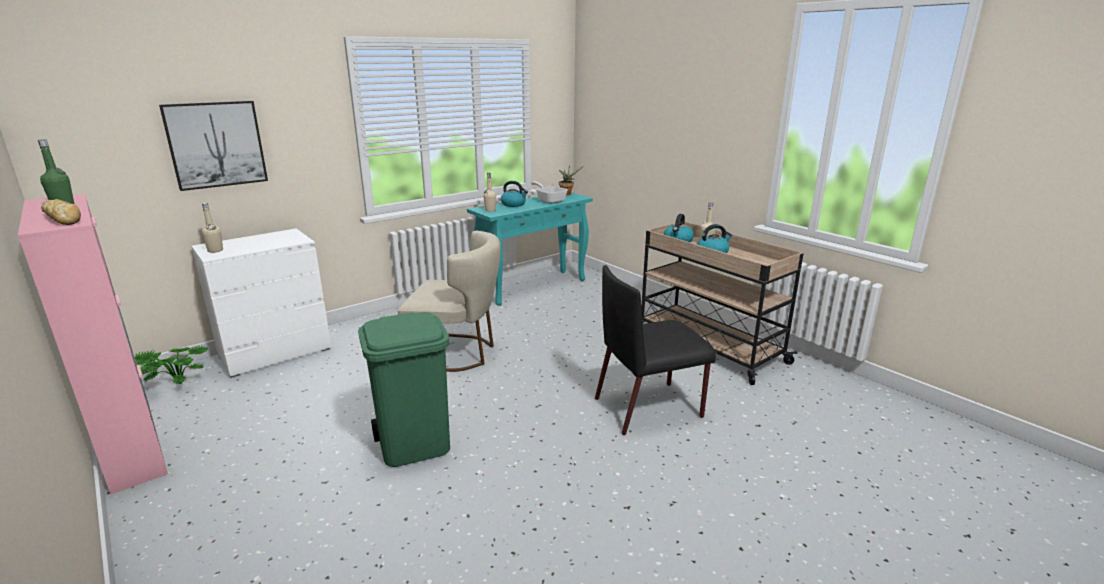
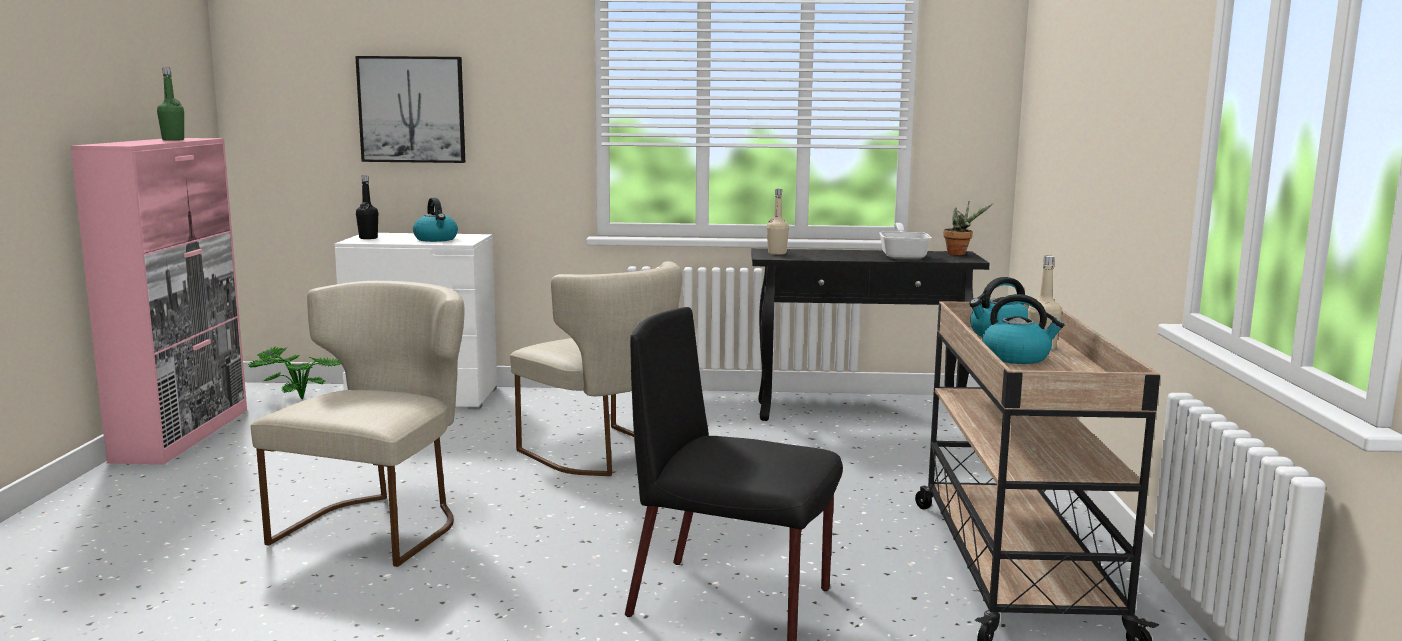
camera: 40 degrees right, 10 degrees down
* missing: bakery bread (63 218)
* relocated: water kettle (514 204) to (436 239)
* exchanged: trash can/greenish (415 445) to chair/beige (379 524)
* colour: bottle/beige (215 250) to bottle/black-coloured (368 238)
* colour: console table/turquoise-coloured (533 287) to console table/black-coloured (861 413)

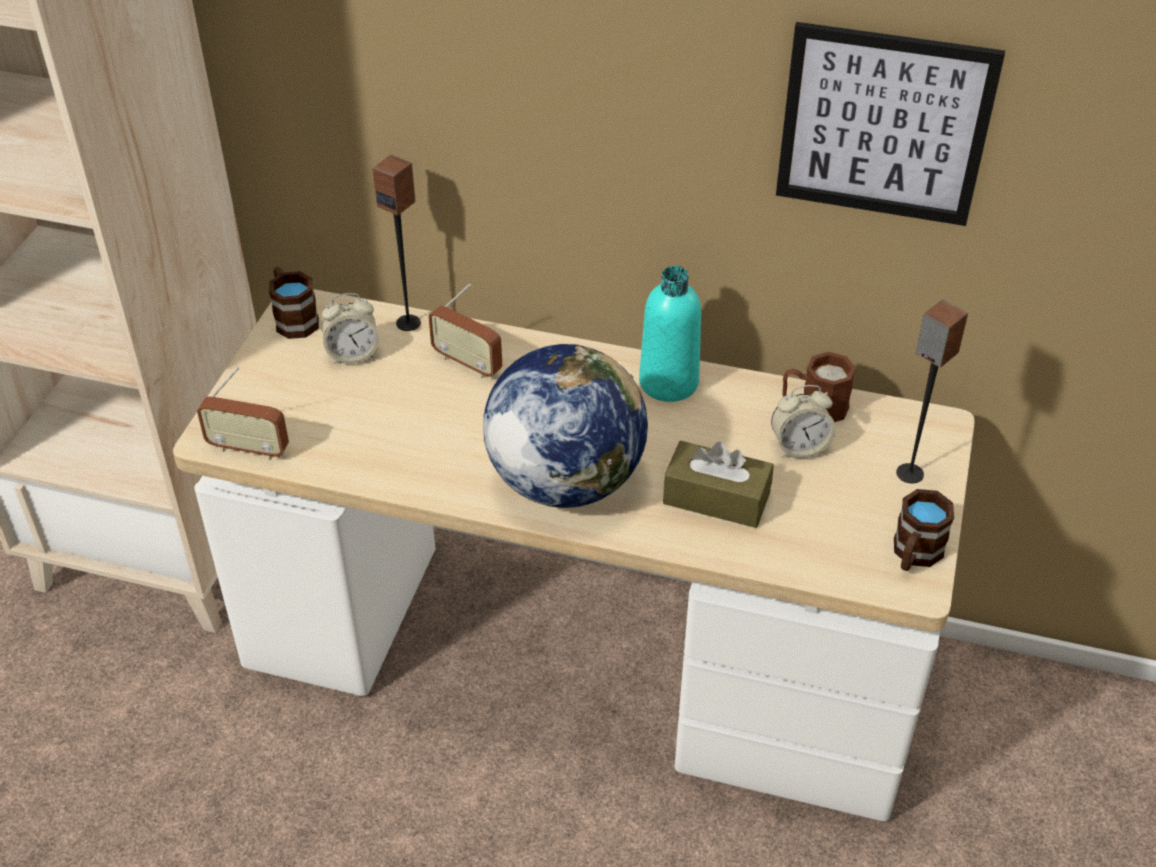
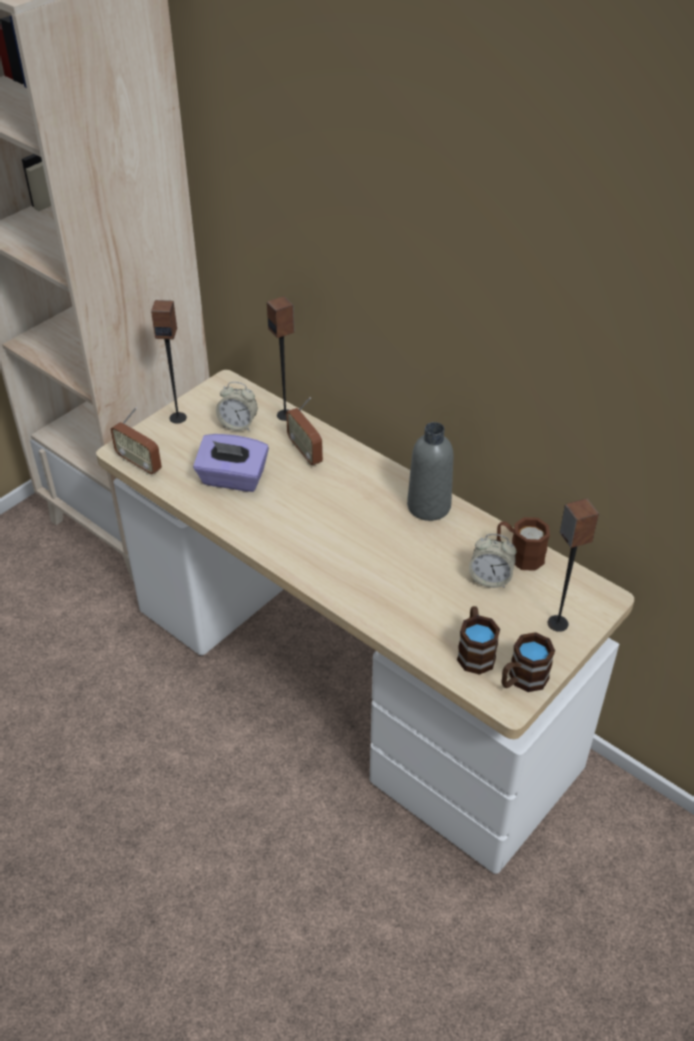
camera: 25 degrees right, 0 degrees up
* missing: globe (565 481)
* missing: tissue box/brownish (716 498)
* missing: wall picture (884 125)
* appeared: loudspeaker (178 417)
* appeared: tissue box/purple (232 479)
* relocated: mug/brownish (293 318) to (475 651)
* colour: bottle/turquoise-coloured (668 382) to bottle/gray (429 506)

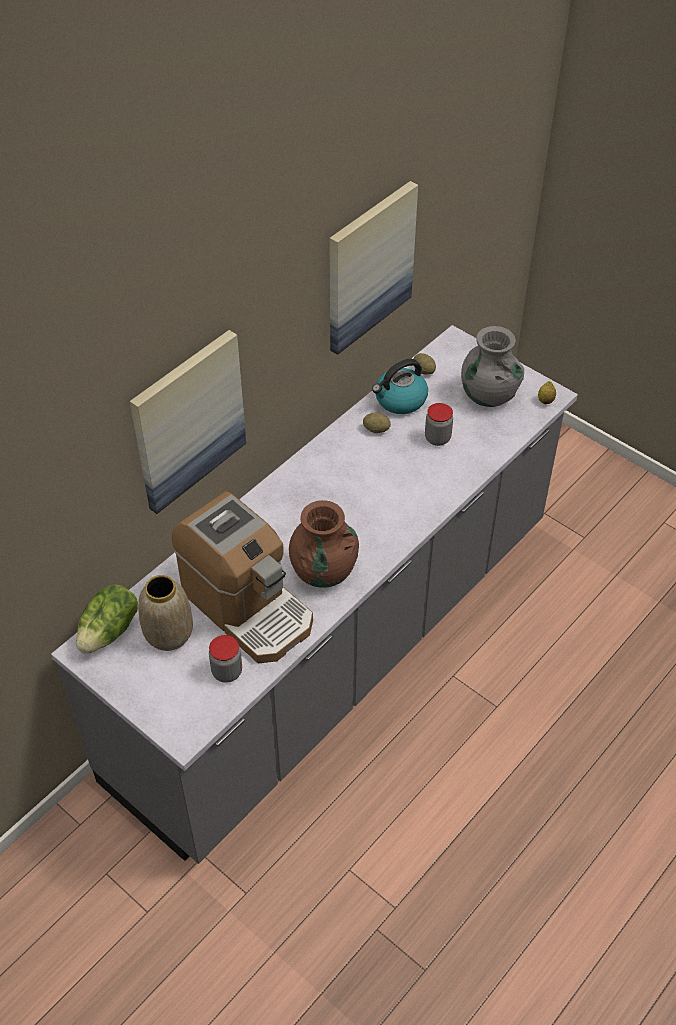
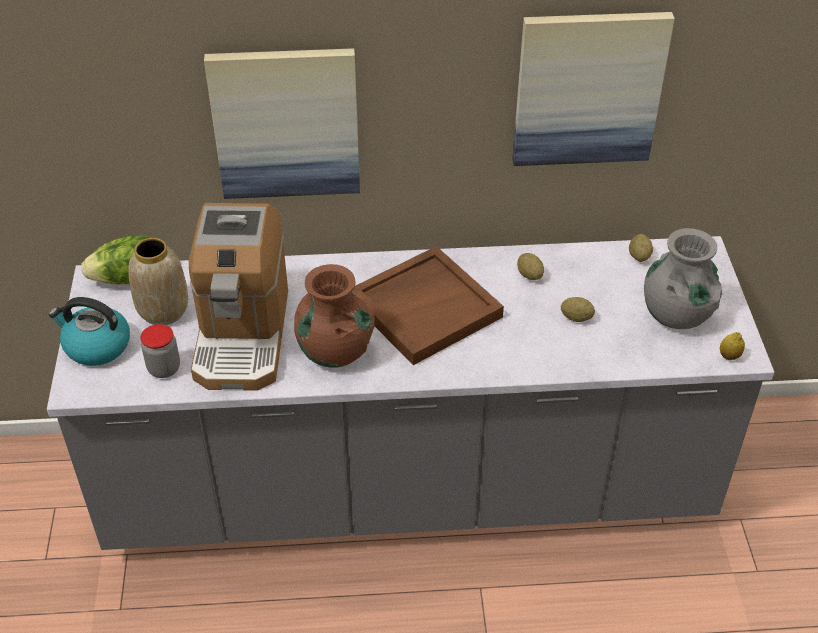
camera: 45 degrees right, 5 degrees down
* appeared: tray/brownish (425 307)
* relocated: water kettle (400 400) to (96 346)
* exchanged: preserve jar (437 438) to spud (576 318)

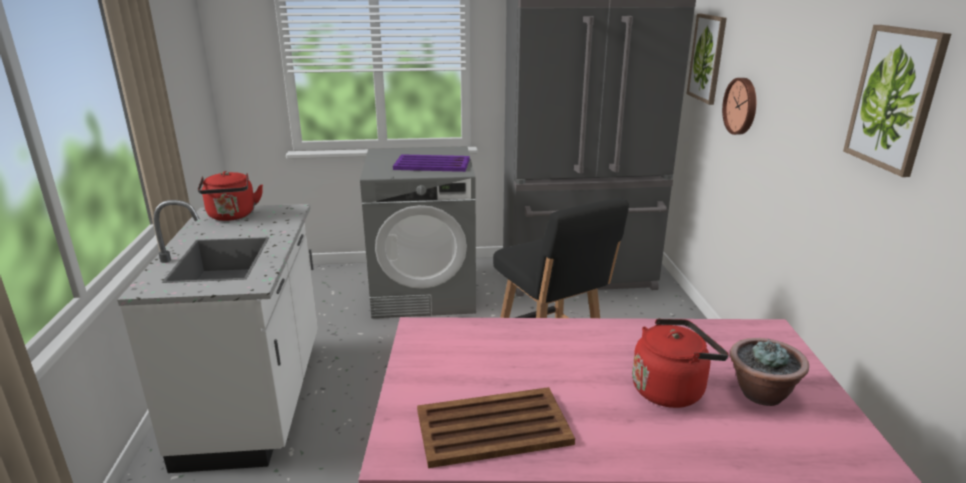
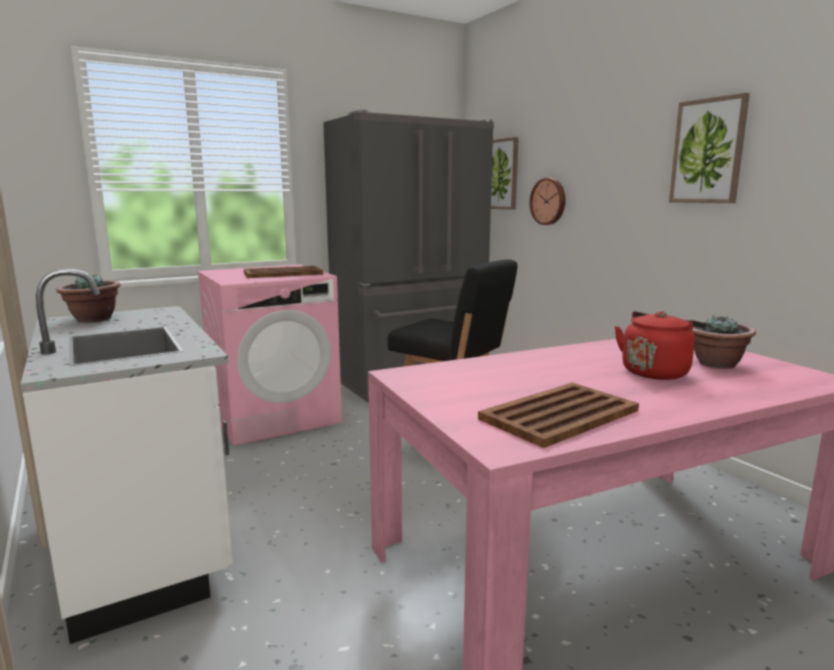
camera: 25 degrees left, 10 degrees down
* exchanged: water kettle/reddish (232 216) to potted plant (93 319)
* colour: laundry appliance/gray (424 292) to laundry appliance/pinkish (275 416)
* colour: tray/purple (431 164) to tray/brownish (282 273)

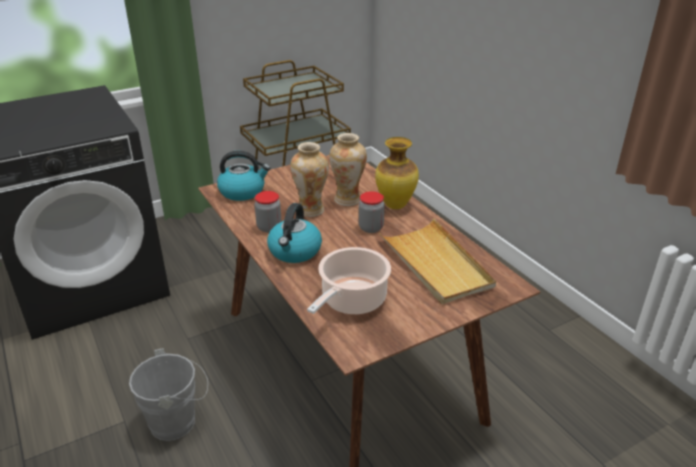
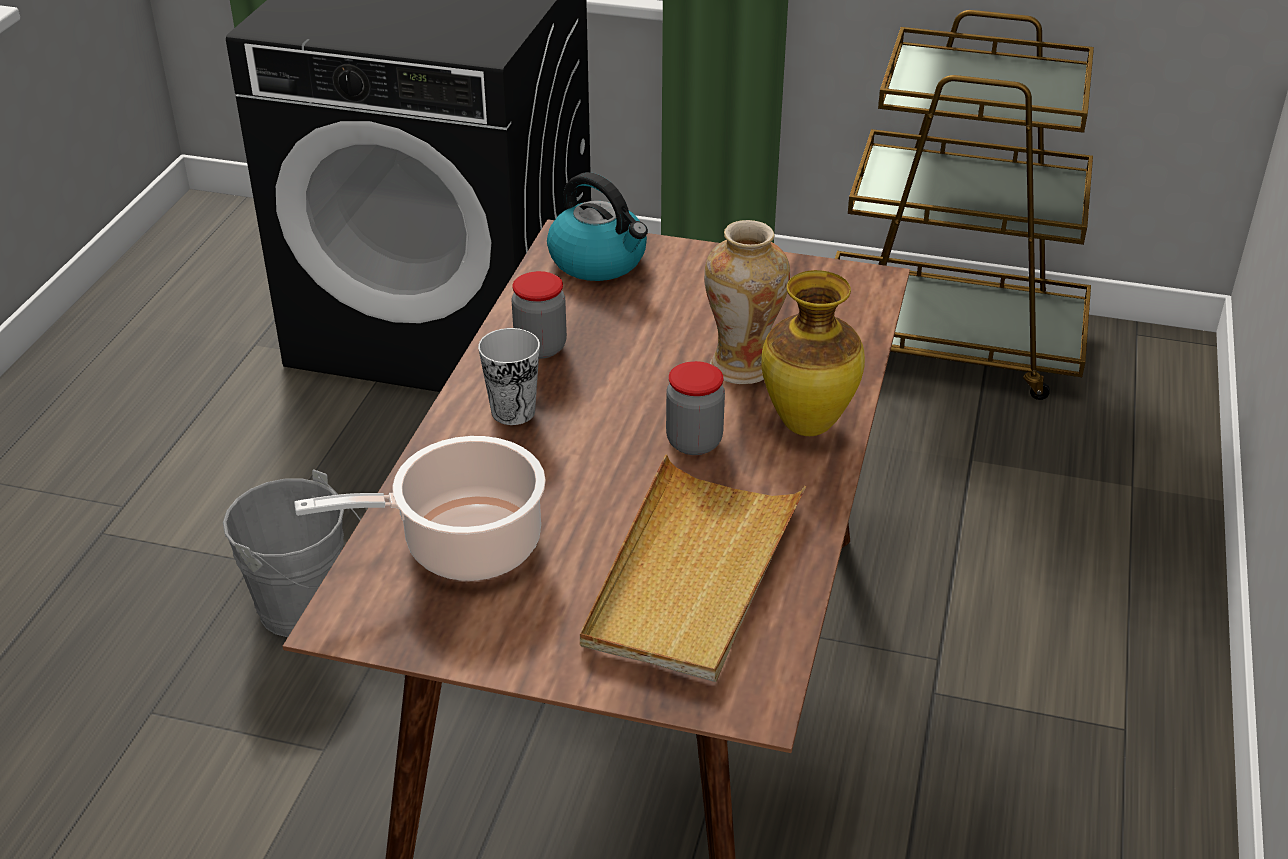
camera: 45 degrees right, 5 degrees up
* missing: flower vase (310 210)
* exchanged: water kettle (295 251) to cup (513 411)

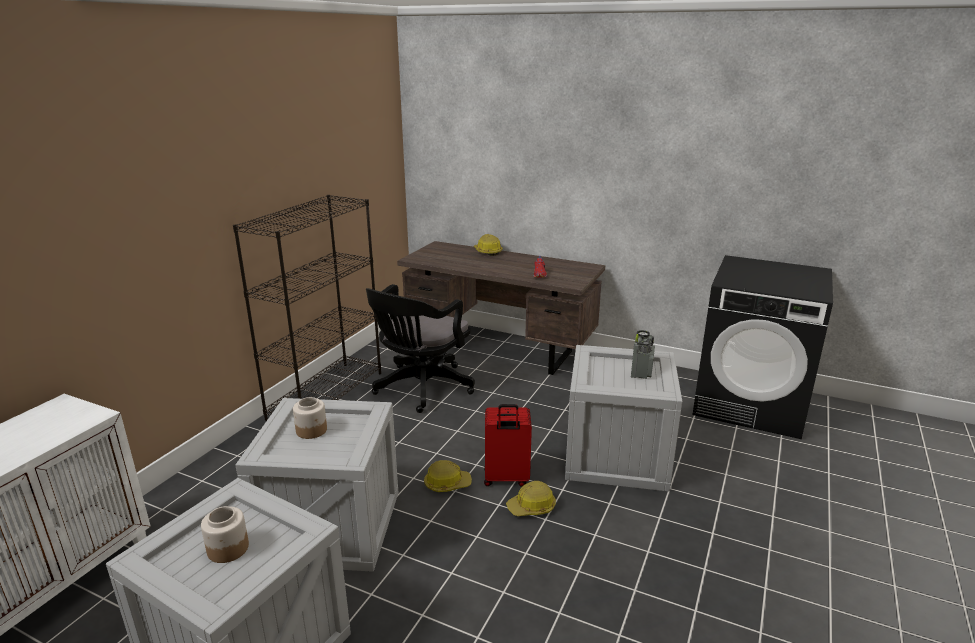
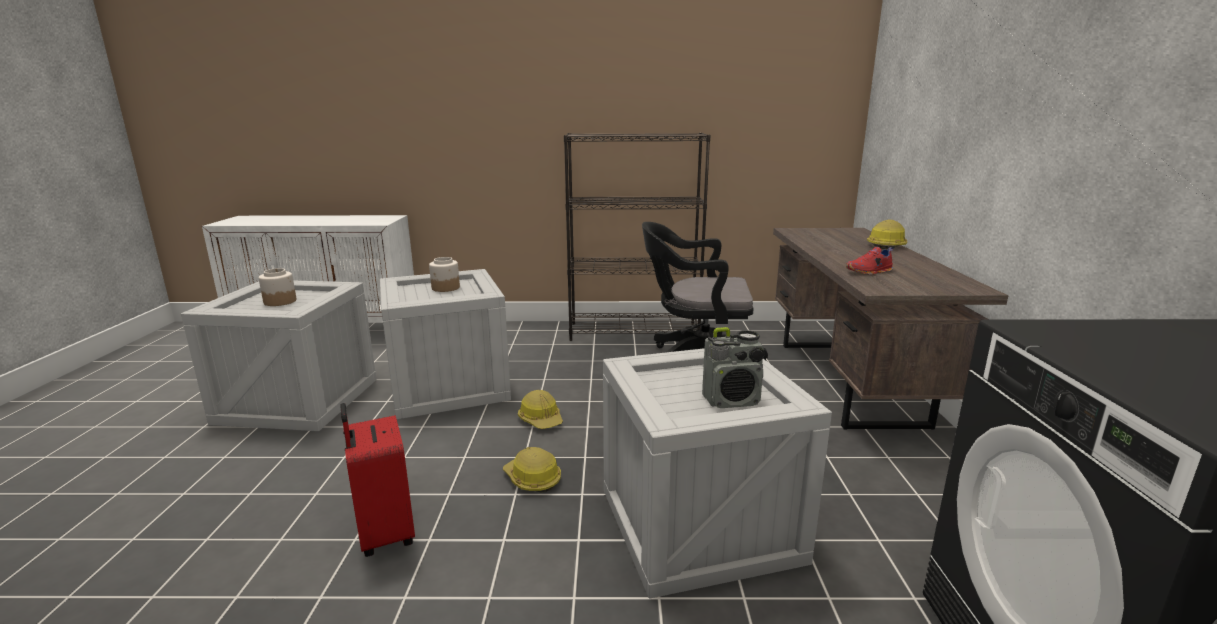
camera: 65 degrees right, 5 degrees down
* relocated: suitcase/reddish (506 478) to (384 534)

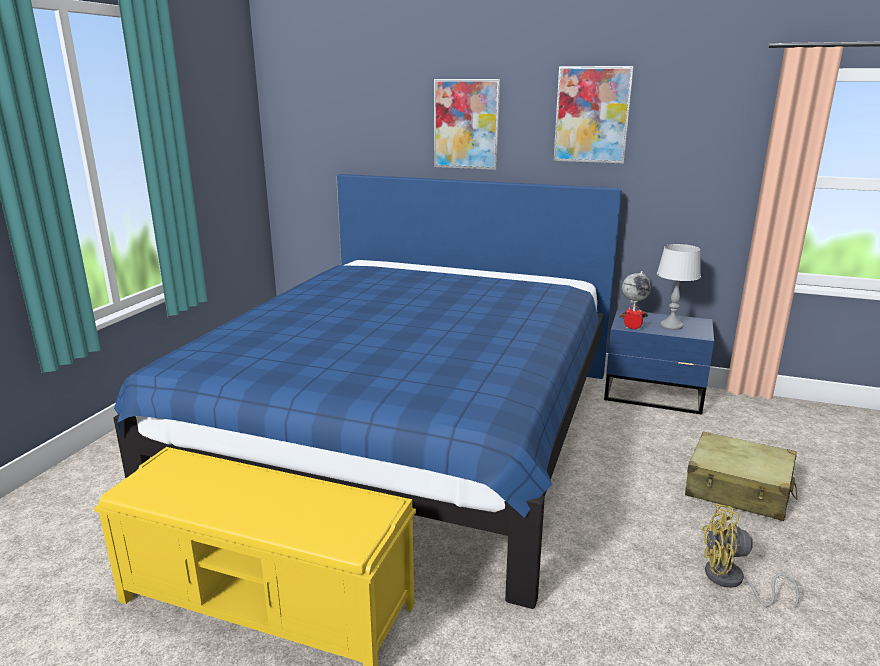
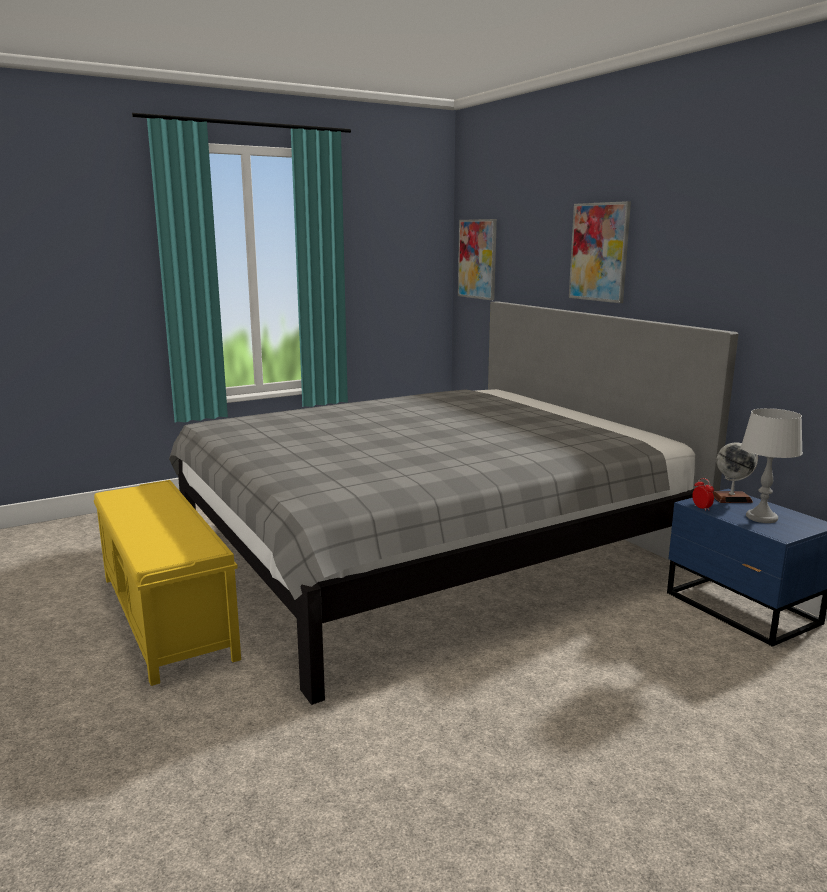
camera: 40 degrees right, 5 degrees down
* missing: suitcase/beige (738 490)
* missing: electric fan/yellow (731 581)
* relocated: wall picture (592 115) to (477 259)
* colour: bedroom bed/blue-coloured (407 430) to bedroom bed/gray (427 552)

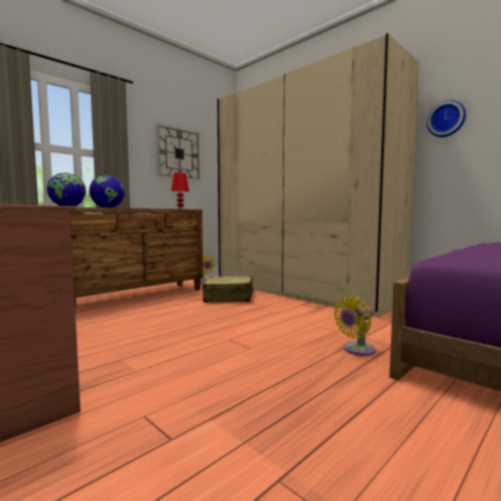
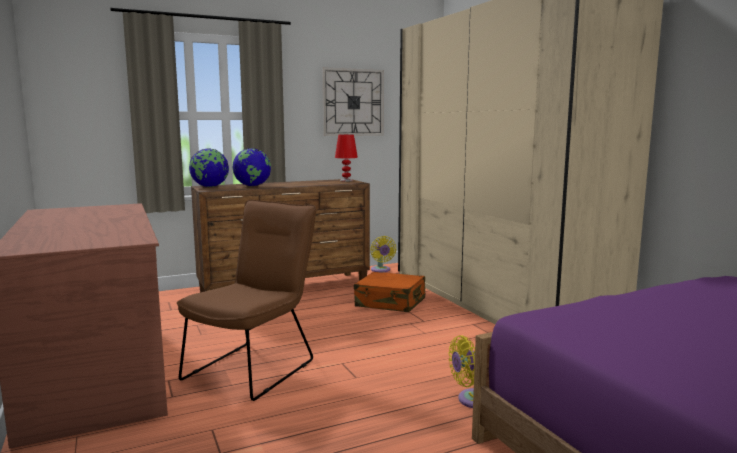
camera: 20 degrees right, 5 degrees up
* missing: wall clock (446 119)
* appeared: chair/brownish (255 367)
* colour: suitcase/beige (229 298) to suitcase/orange (390 303)

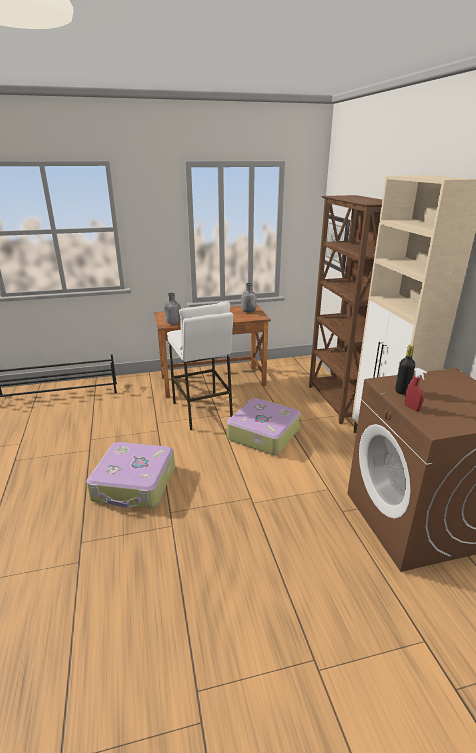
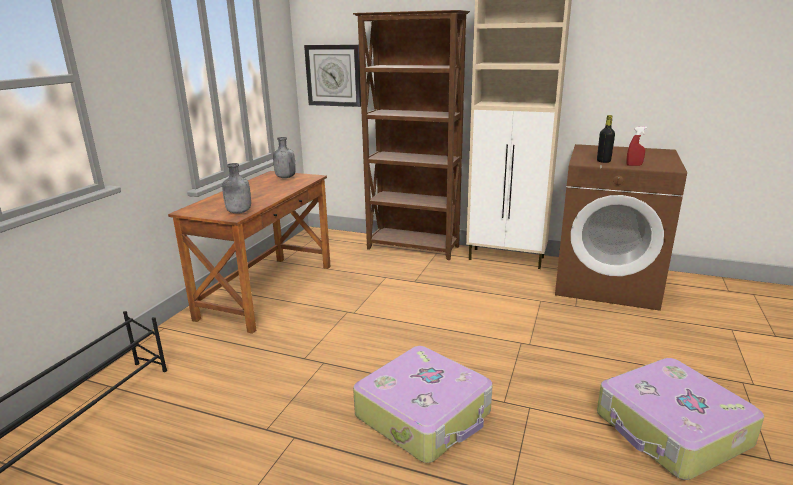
camera: 55 degrees left, 5 degrees down
* missing: sitting stool/whitish (202 411)
* relocated: suitcase (262 434) to (671 430)

